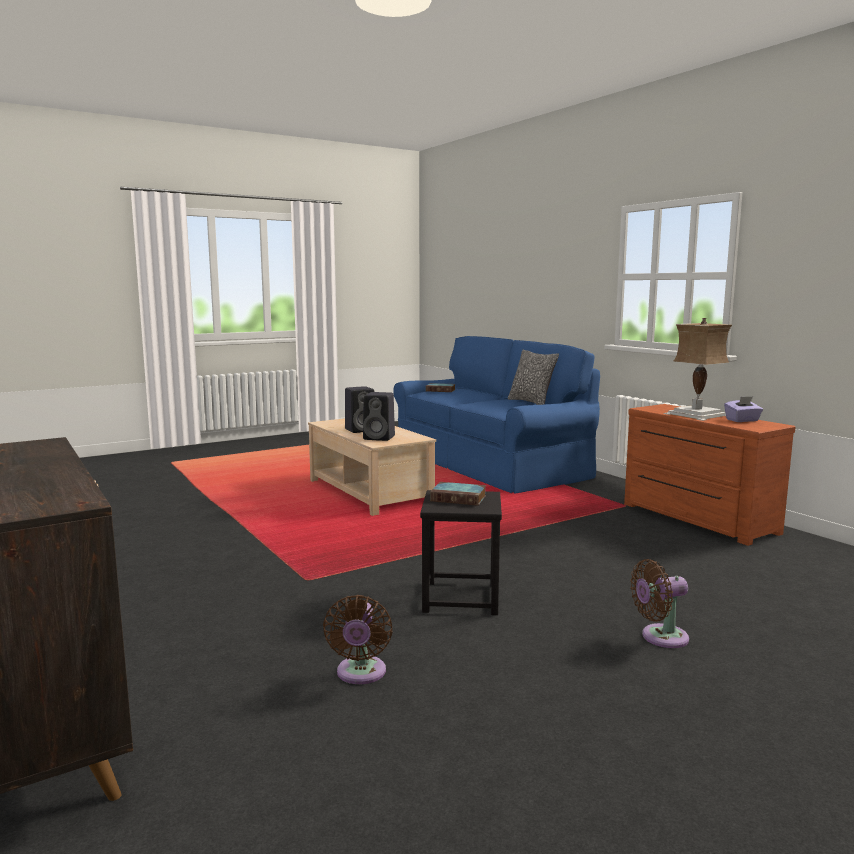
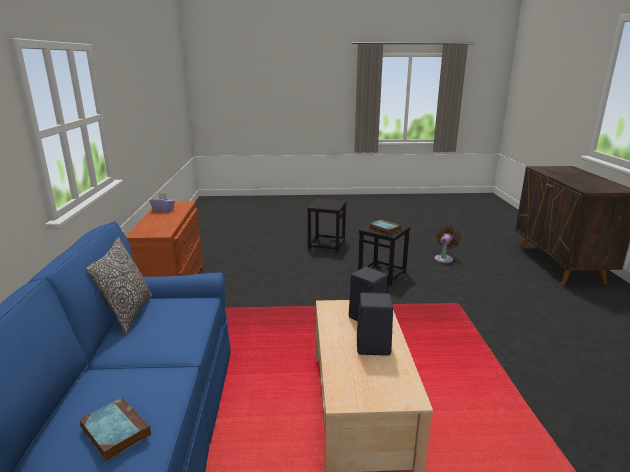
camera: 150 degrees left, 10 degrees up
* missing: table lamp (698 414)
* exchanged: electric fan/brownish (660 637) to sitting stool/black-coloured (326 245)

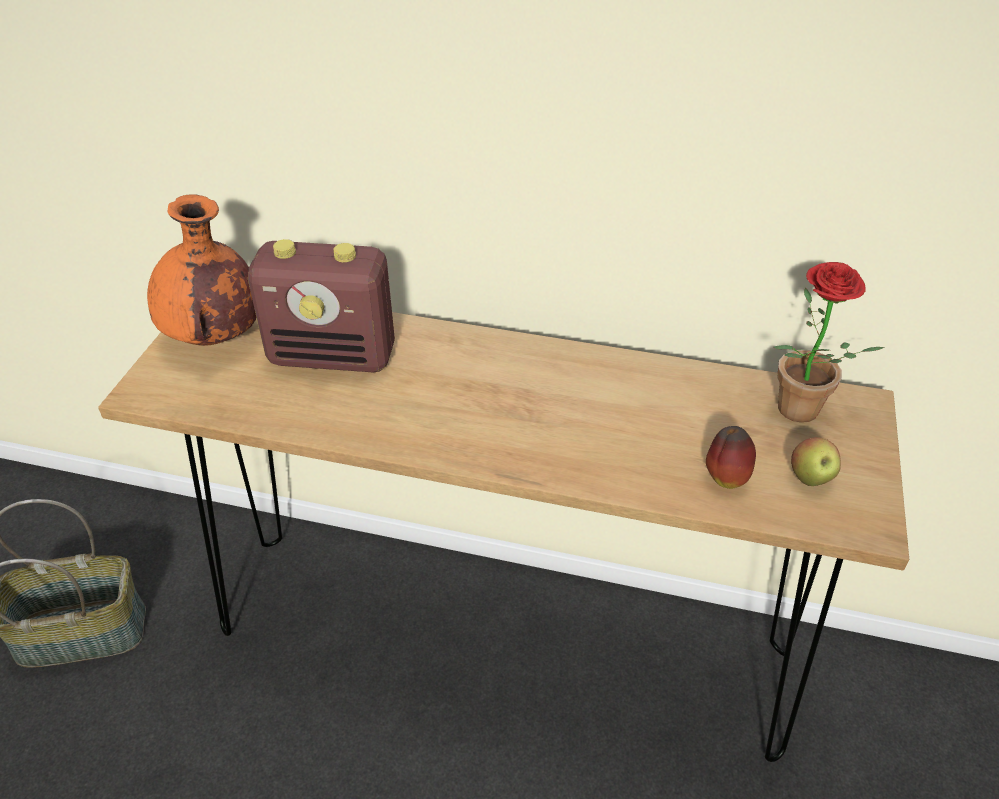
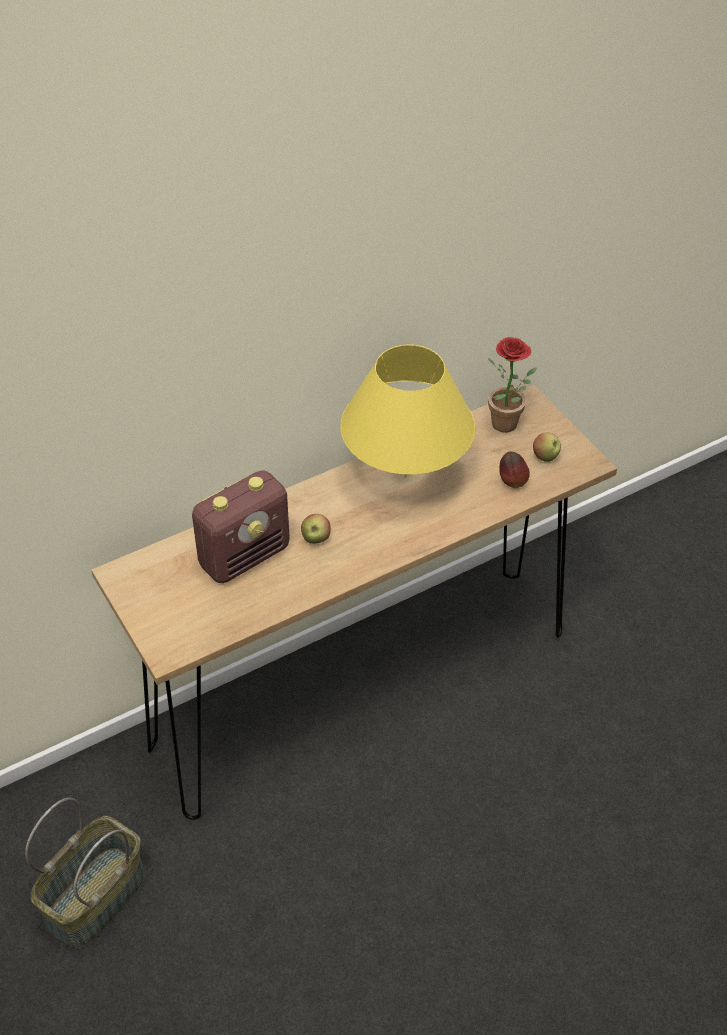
camera: 45 degrees left, 5 degrees up
* missing: flower vase/orange (215 339)
* appeared: apple (316 539)
* appeared: table lamp/yellow (405 477)

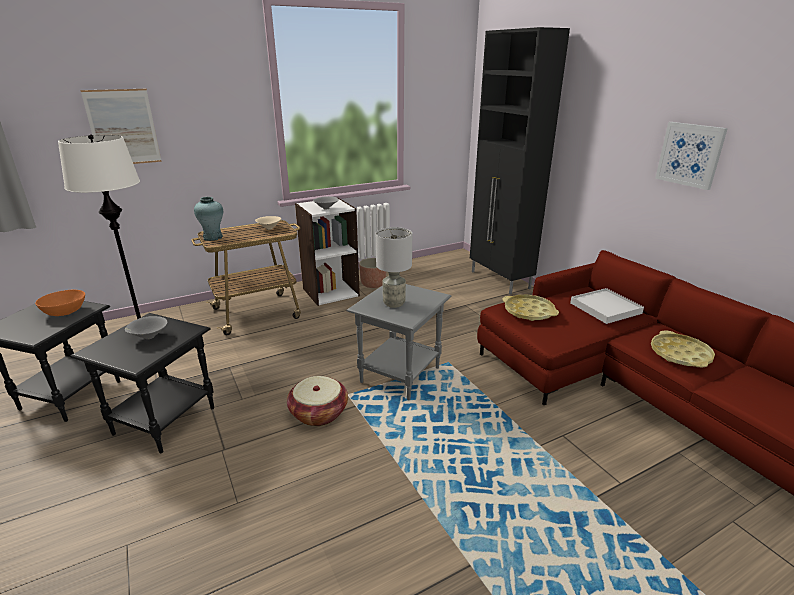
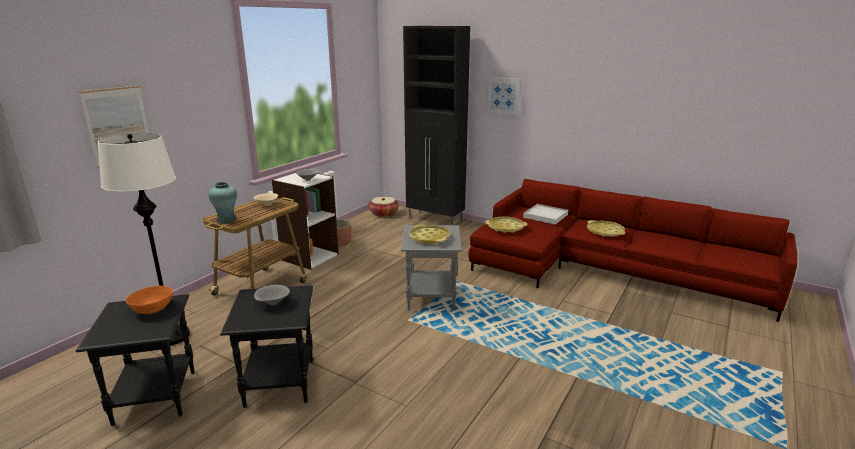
camera: 30 degrees left, 5 degrees down
* relocated: basket (319 413) to (383 213)
* relocated: wall picture (690 154) to (503 96)
* exchanged: table lamp/gray (394 303) to tray/yellow (429 238)

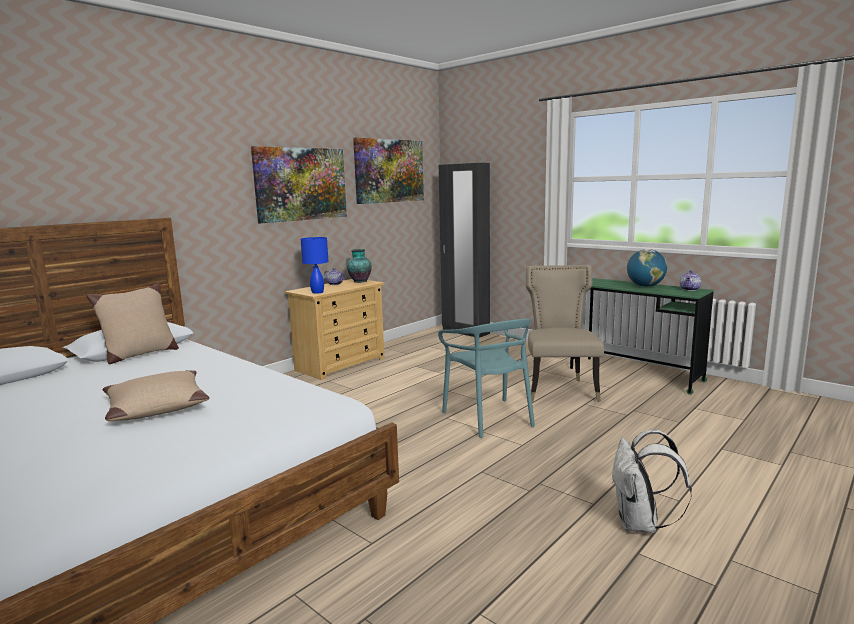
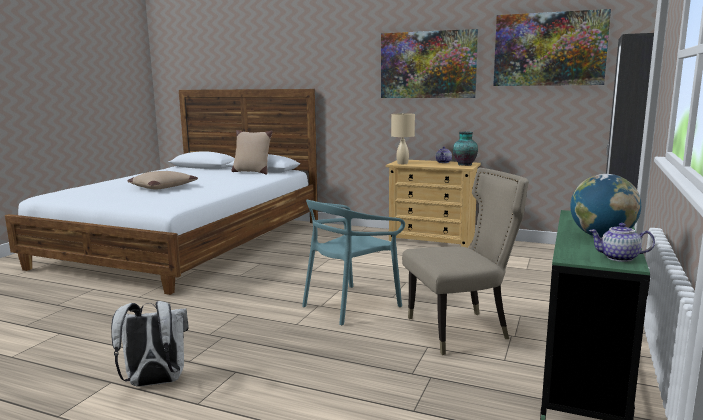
camera: 70 degrees right, 0 degrees up
* colour: table lamp/blue-coloured (318 292) to table lamp/beige (402 163)

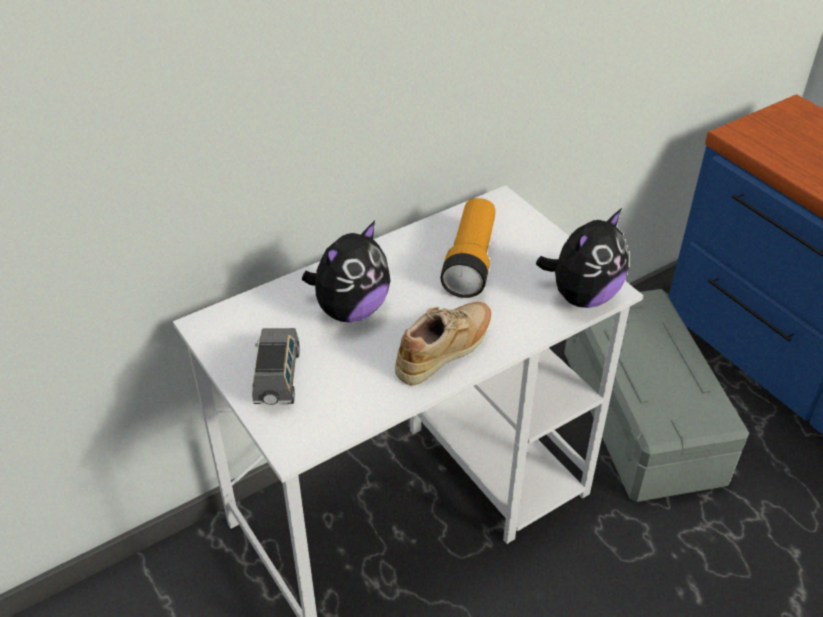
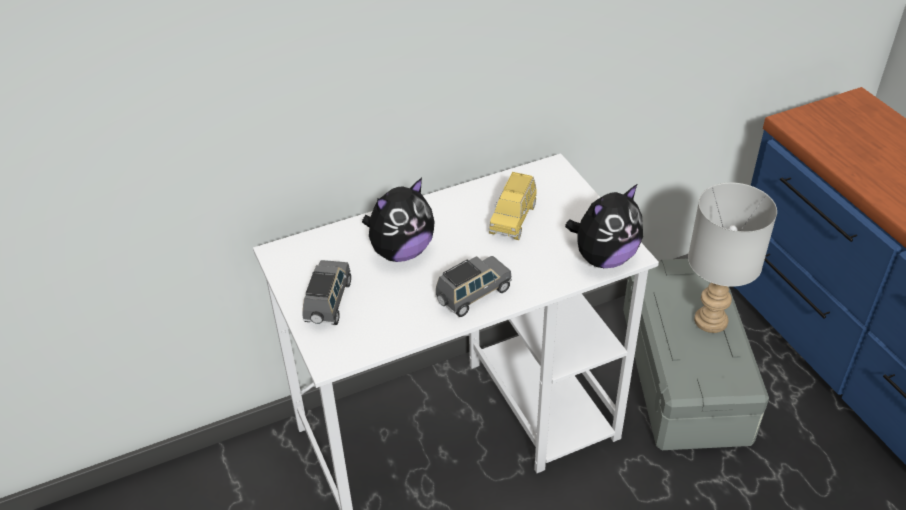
camera: 10 degrees right, 0 degrees up
* appeared: table lamp/gray (710 319)
* exchanged: low shoe/beige (445 353) to model car/gray (472 295)
* exchanged: torch (470 261) to model car/yellow (513 219)

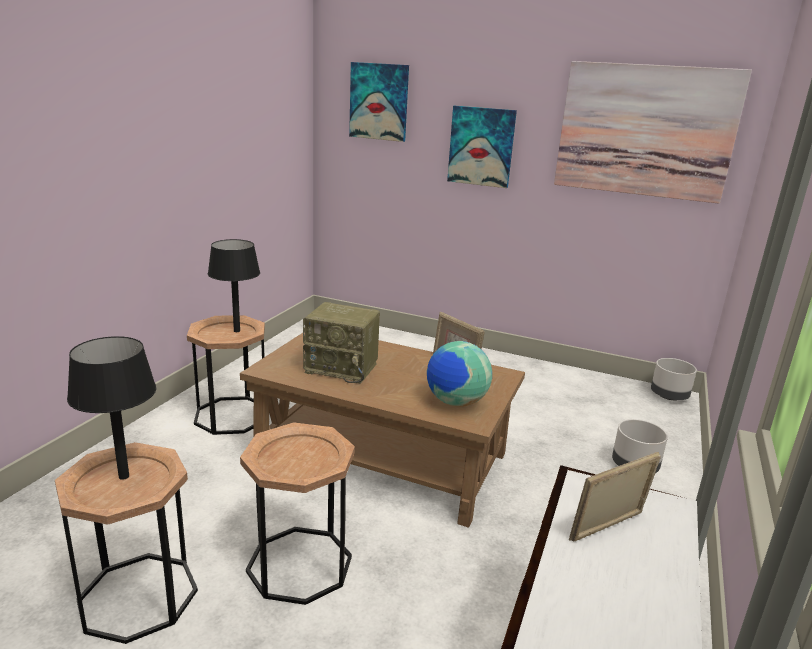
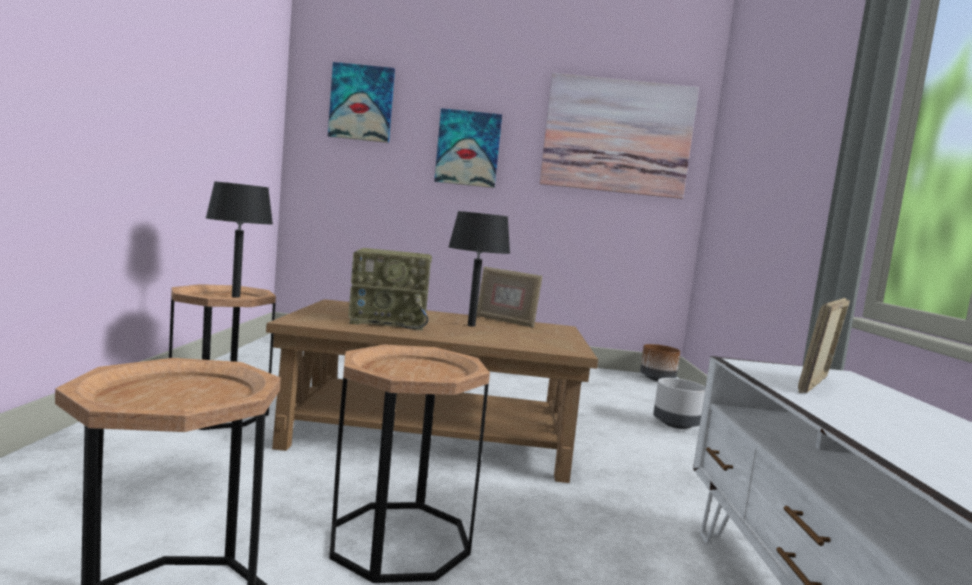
camera: 20 degrees left, 15 degrees down
* missing: globe (456 402)
* relocated: table lamp/black-coloured (124 476) to (471 325)
* colour: plant pot/gray (669 396) to plant pot/brownish (657 379)

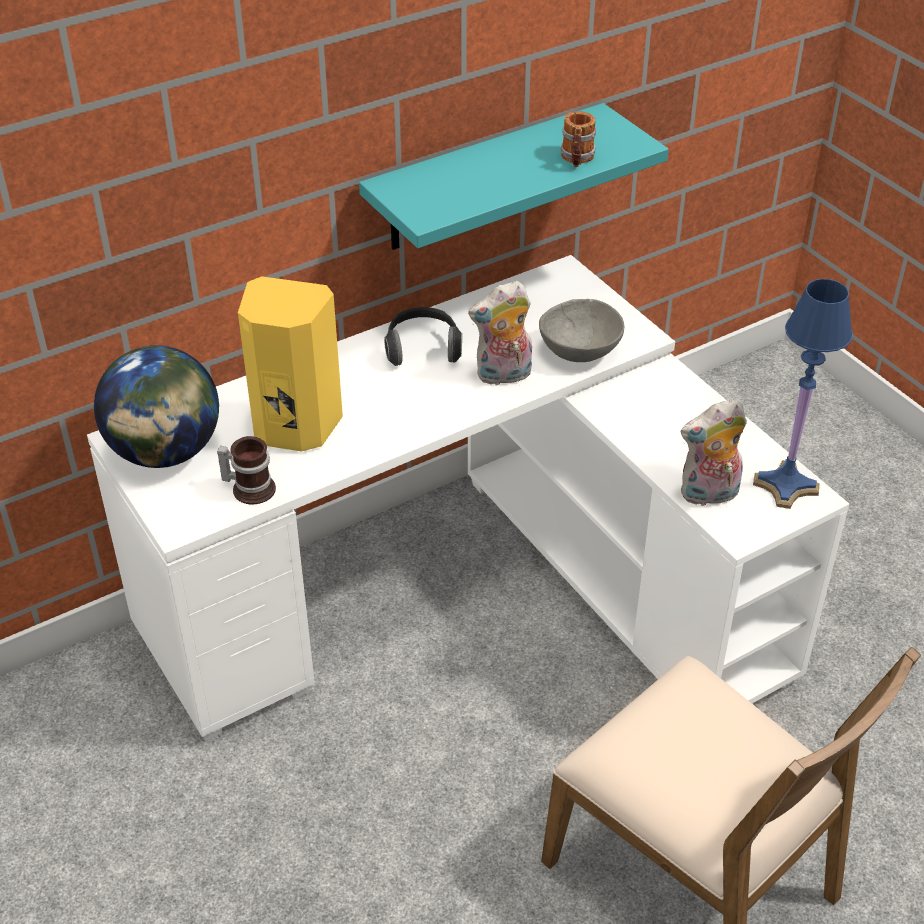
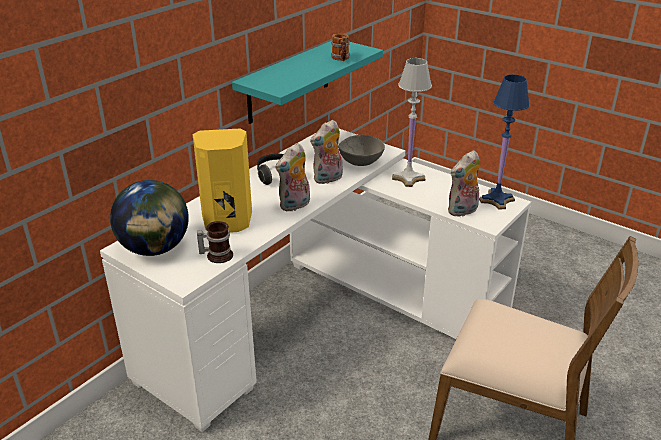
camera: 20 degrees left, 10 degrees down
* appeared: cuddly toy (295 205)
* appeared: table lamp/whitish (408 178)

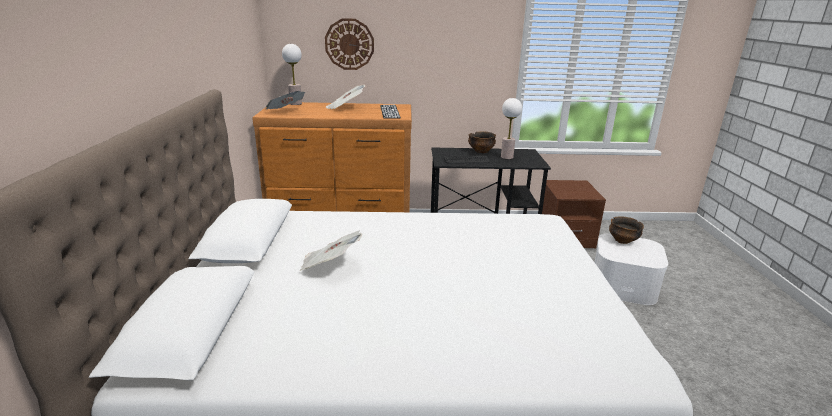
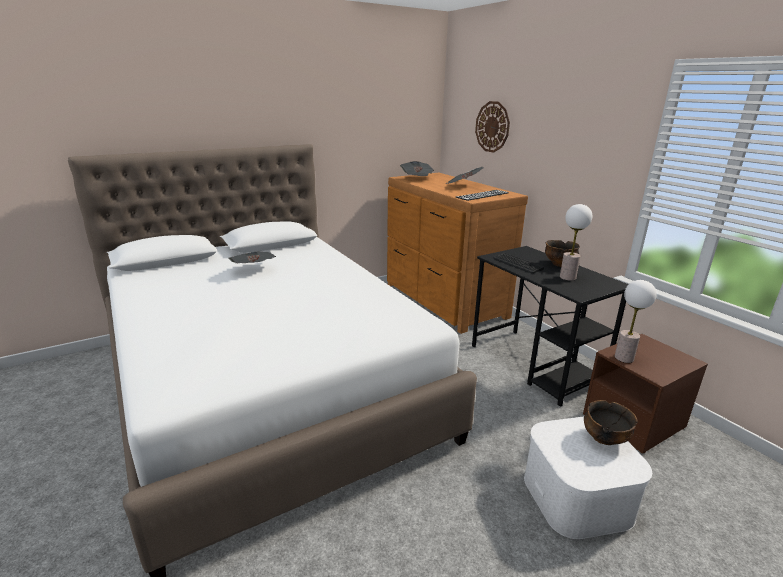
camera: 60 degrees right, 0 degrees up
* relocated: table lamp (295 103) to (624 358)

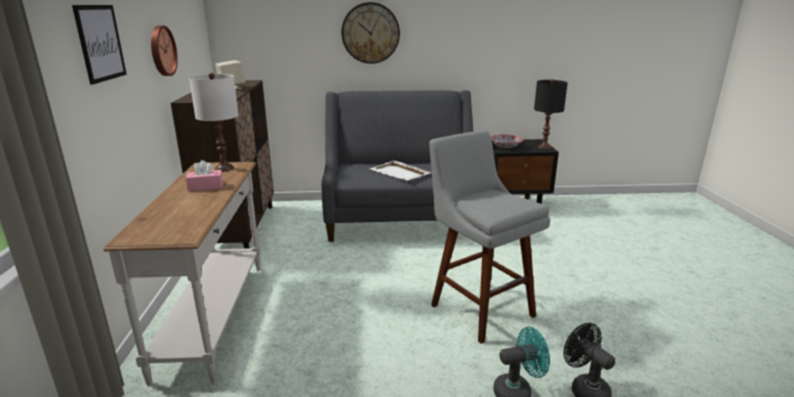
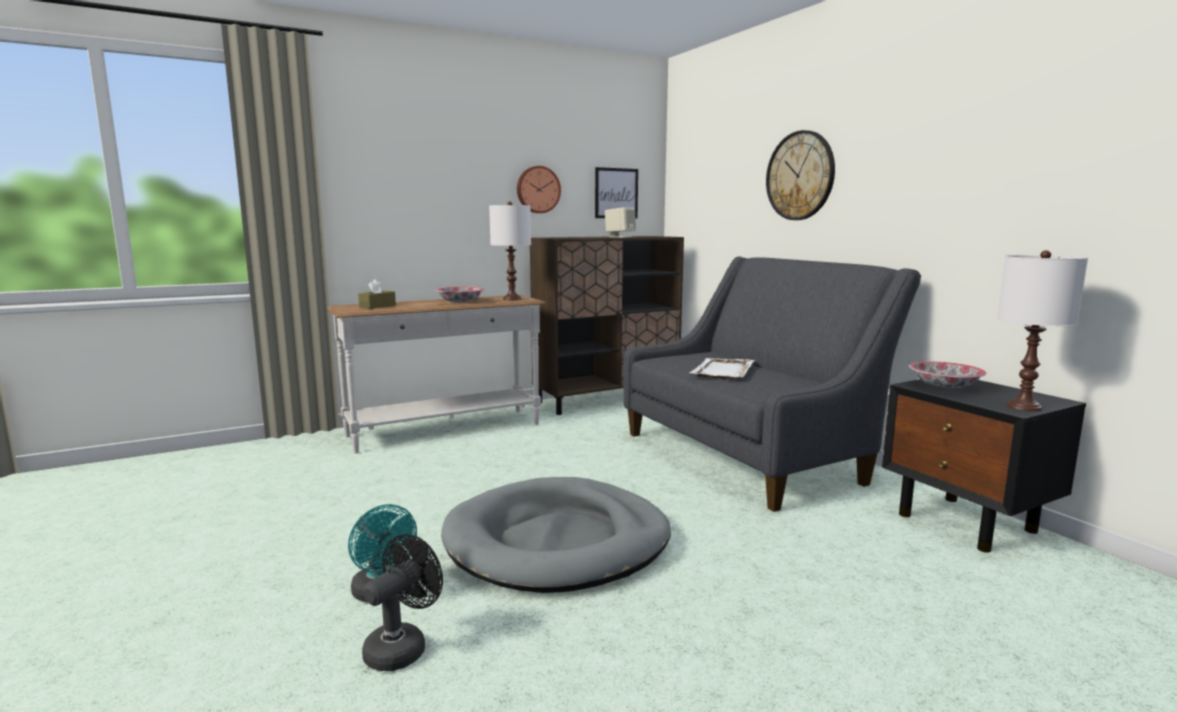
camera: 65 degrees right, 10 degrees down
* appeared: tissue box/brownish (377 306)
* relocated: wall picture (100 43) to (616 193)
* exchanged: tissue box/pinkish (205 187) to deep dish (460 302)
* exchanged: sitting stool/gray (478 308) to pet bed/gray (558 541)
* colour: table lamp/black-coloured (544 147) to table lamp/whitish (1023 407)

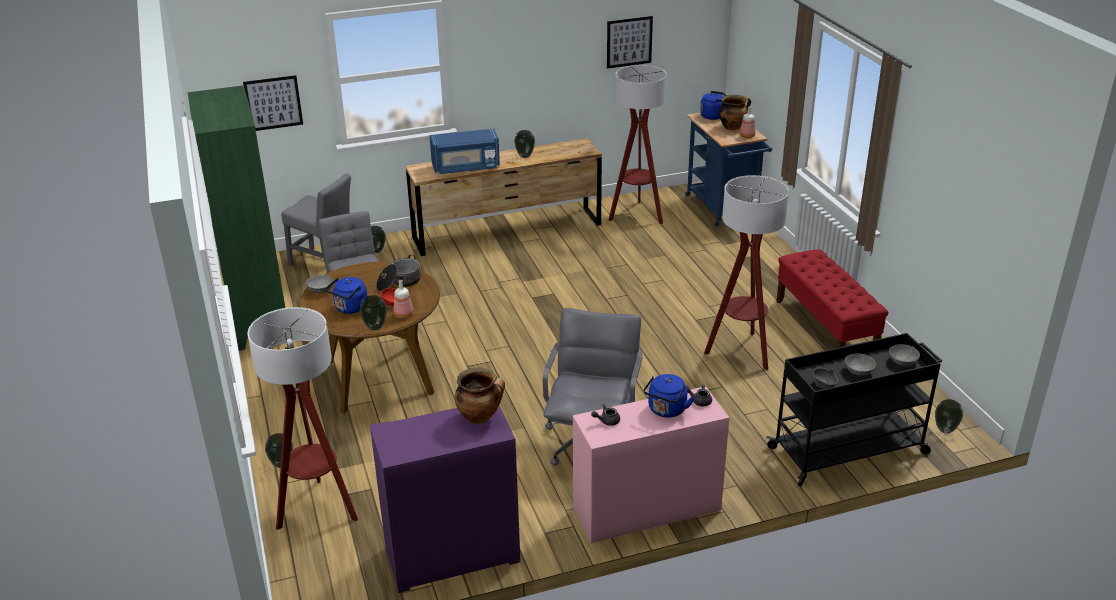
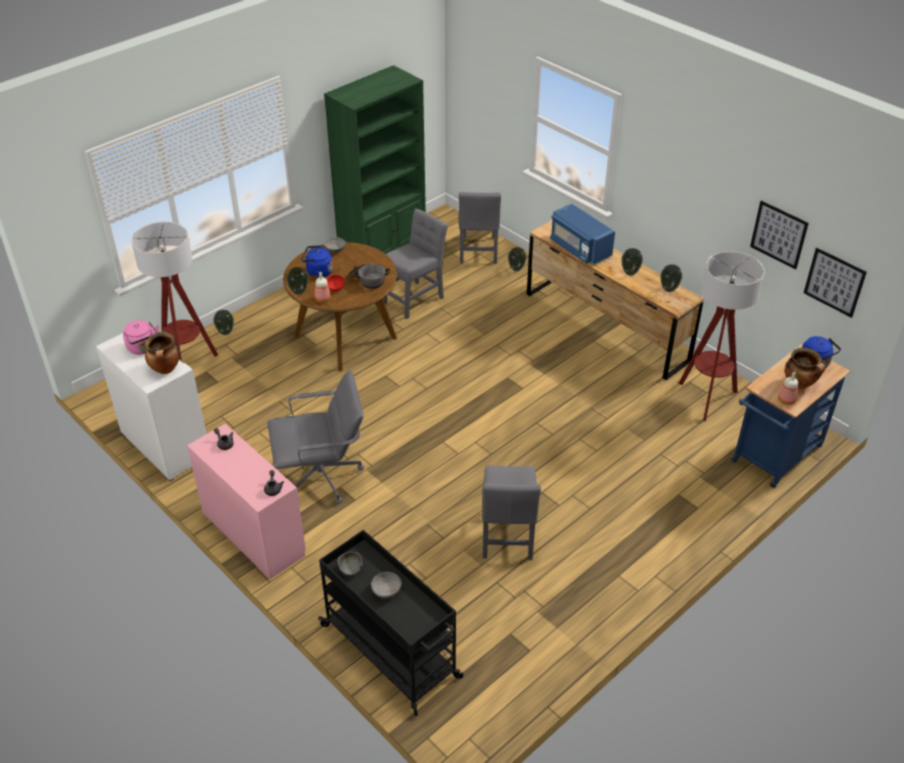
camera: 65 degrees right, 10 degrees up
* missing: water kettle/blue-coloured (666 411)
* missing: long seat/reddish (825 328)
* missing: deep dish/gray (902 361)
* appeared: water kettle/pinkish (143 348)
* relocated: wall picture (273 103) to (834 282)
* relocated: flower vase (945 430) to (669 290)
* exchanged: standard lamp (741 352) to chair/gray (507 538)
* colour: cabinet/purple (451 555) to cabinet/whitish (164 445)

